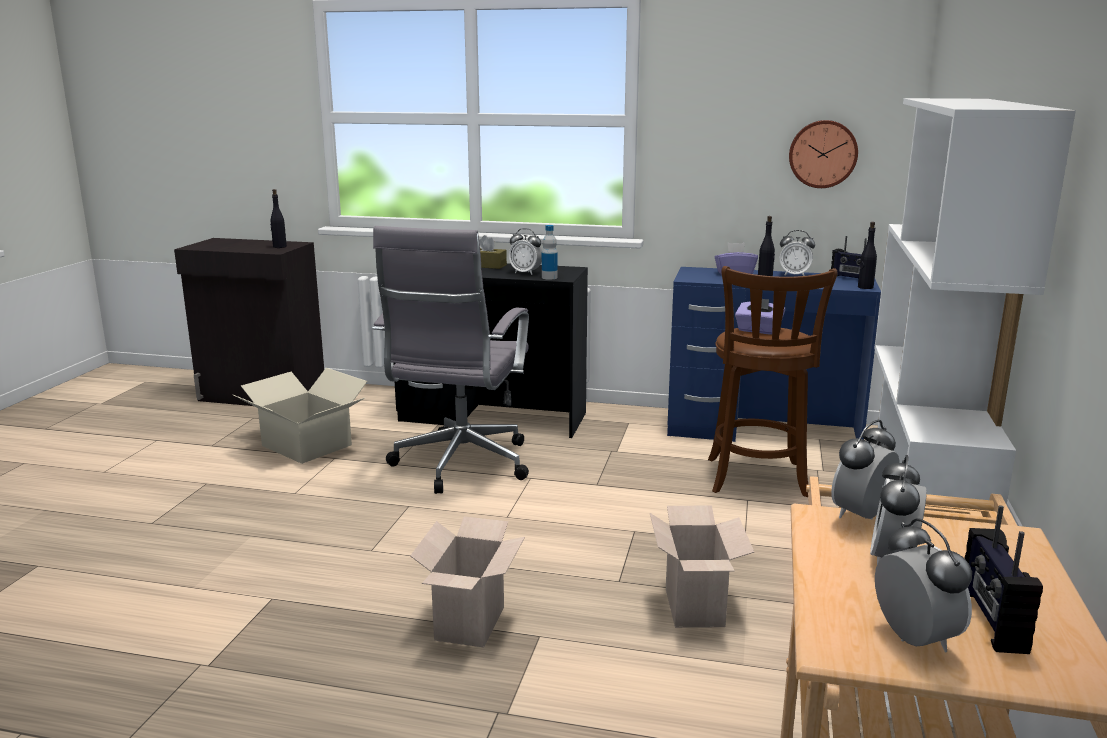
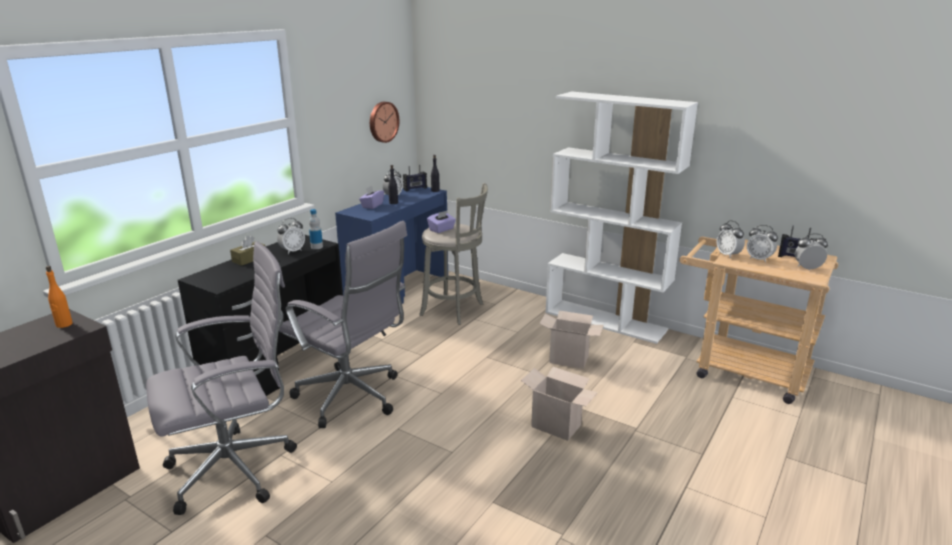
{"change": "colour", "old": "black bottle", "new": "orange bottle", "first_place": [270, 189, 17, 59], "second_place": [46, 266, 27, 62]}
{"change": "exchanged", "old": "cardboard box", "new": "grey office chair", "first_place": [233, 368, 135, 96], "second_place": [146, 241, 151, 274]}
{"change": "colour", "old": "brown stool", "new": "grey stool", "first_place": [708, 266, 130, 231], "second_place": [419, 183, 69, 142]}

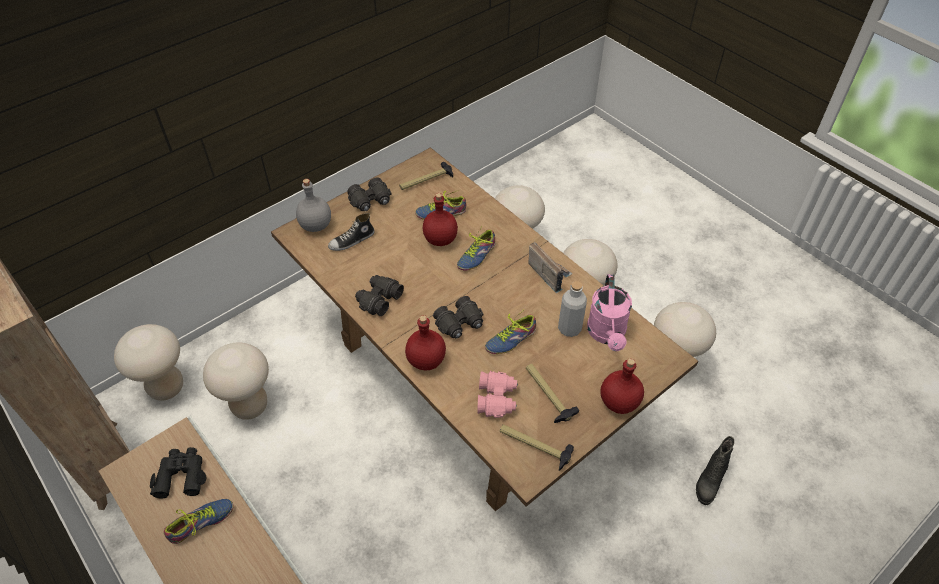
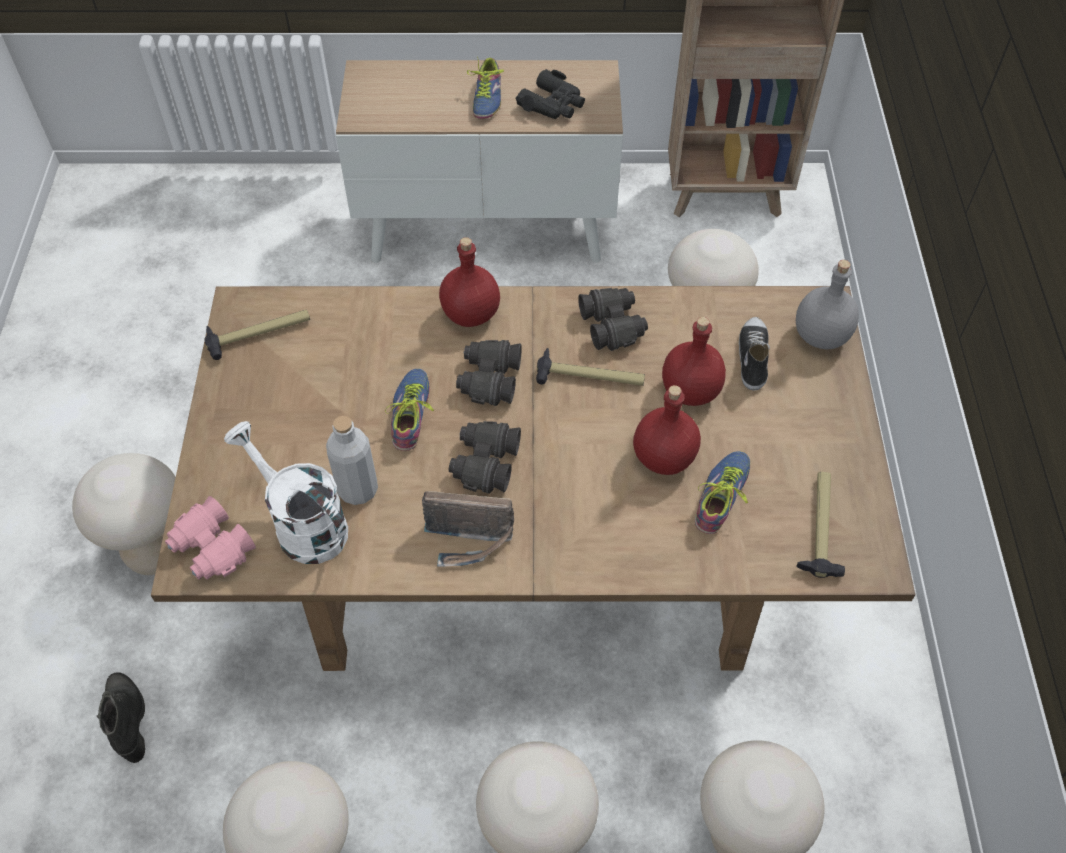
{"change": "relocated", "old": "beige stool", "first_place": [114, 324, 69, 77], "second_place": [72, 453, 104, 122]}
{"change": "relocated", "old": "pink binoculars", "first_place": [477, 371, 41, 47], "second_place": [165, 496, 91, 83]}
{"change": "colour", "old": "pink watering can", "new": "white watering can", "first_place": [587, 274, 45, 77], "second_place": [224, 421, 124, 143]}
{"change": "relocated", "old": "black binoculars", "first_place": [347, 177, 45, 34], "second_place": [449, 421, 72, 73]}
{"change": "relocated", "old": "hammer", "first_place": [526, 364, 53, 59], "second_place": [536, 348, 109, 38]}
{"change": "relocated", "old": "red bottle", "first_place": [600, 358, 44, 56], "second_place": [662, 317, 64, 89]}
{"change": "missing", "old": "shoe", "first_place": [457, 229, 38, 42]}

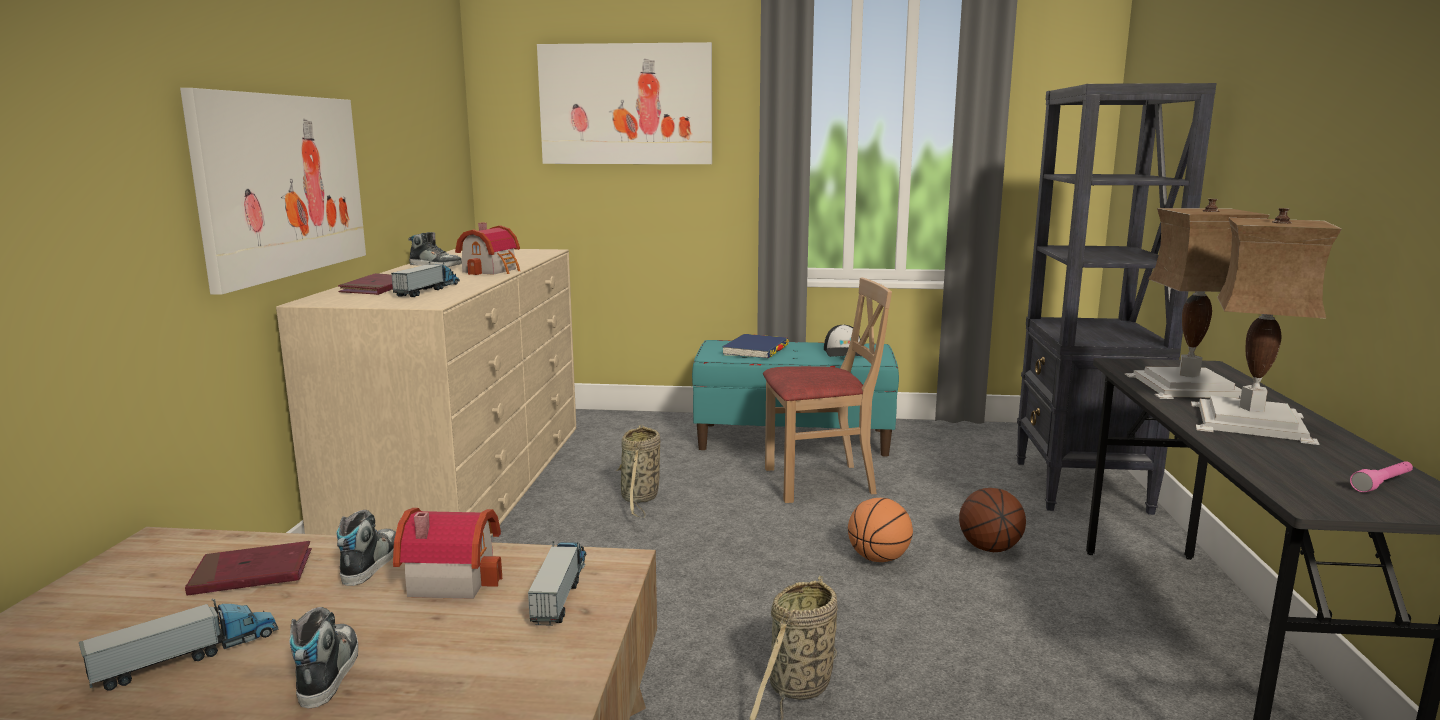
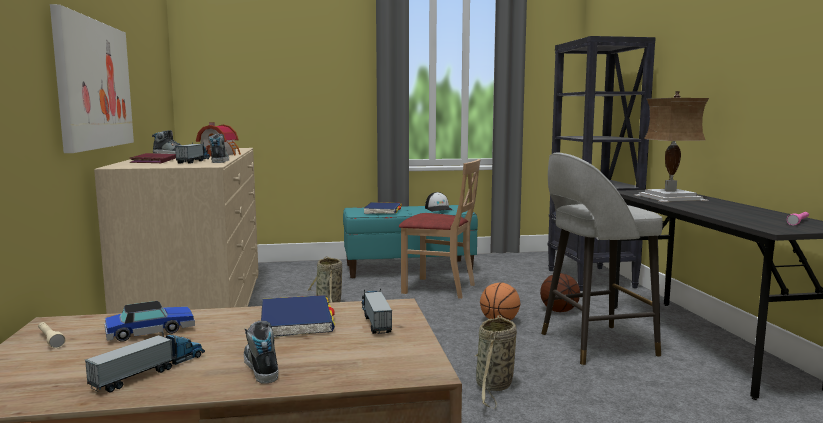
{"change": "appeared", "new": "beige flashlight", "second_place": [38, 322, 27, 26]}
{"change": "exchanged", "old": "red book", "new": "toy car", "first_place": [185, 541, 127, 55], "second_place": [104, 301, 91, 41]}
{"change": "relocated", "old": "shoe", "first_place": [336, 510, 60, 76], "second_place": [208, 134, 21, 29]}
{"change": "exchanged", "old": "toy house", "new": "blue book", "first_place": [393, 508, 109, 91], "second_place": [261, 295, 74, 43]}
{"change": "spun", "old": "beige chair", "first_place": [763, 277, 129, 226], "second_place": [399, 159, 81, 140], "degrees": 45}
{"change": "appeared", "new": "grey stool", "second_place": [541, 153, 122, 212]}
{"change": "missing", "old": "picture", "first_place": [537, 42, 175, 122]}
{"change": "missing", "old": "table lamp", "first_place": [1191, 208, 151, 237]}

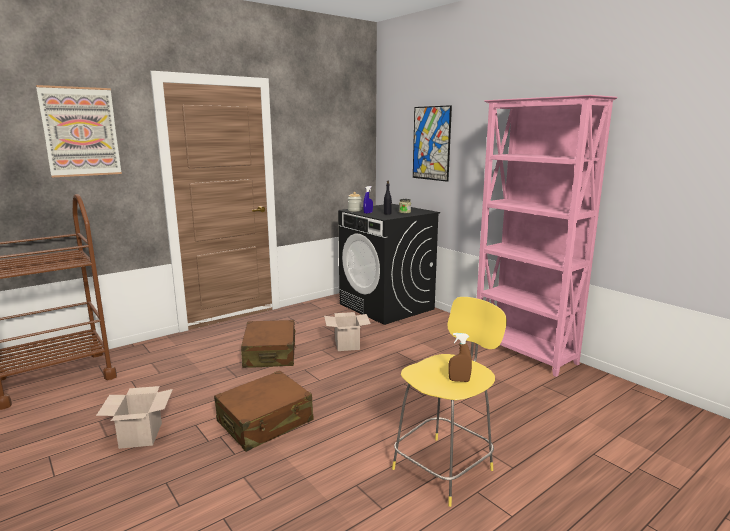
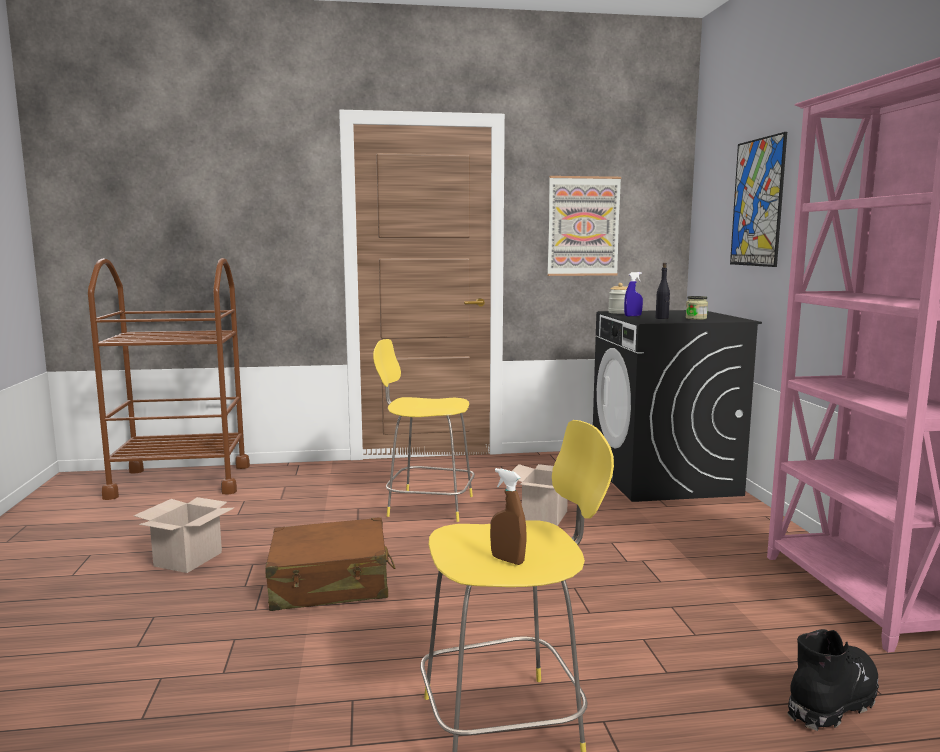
{"change": "exchanged", "old": "brown suitcase", "new": "yellow stool", "first_place": [241, 320, 55, 48], "second_place": [373, 339, 102, 183]}
{"change": "relocated", "old": "picture", "first_place": [36, 85, 86, 93], "second_place": [547, 176, 74, 100]}
{"change": "appeared", "new": "black boot", "second_place": [787, 629, 92, 102]}

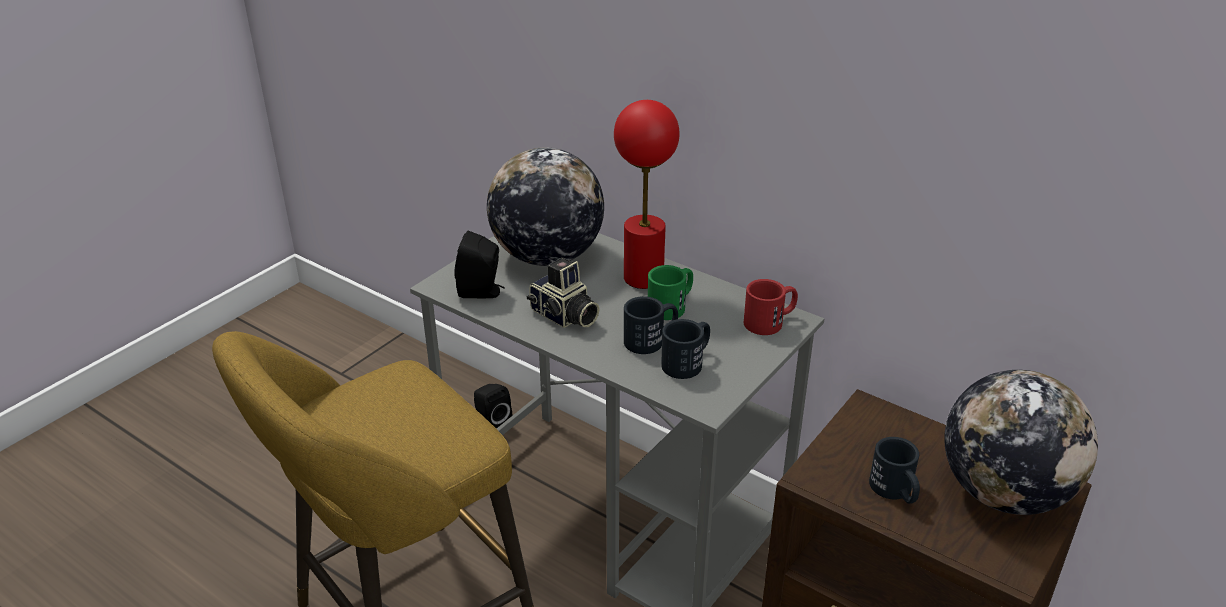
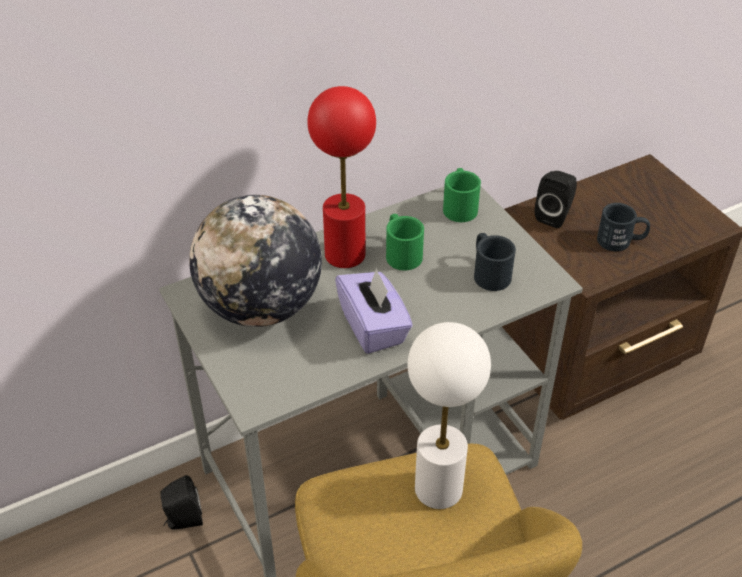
{"change": "exchanged", "old": "photo camera", "new": "purple tissue box", "first_place": [527, 257, 72, 71], "second_place": [335, 268, 78, 86]}
{"change": "appeared", "new": "white table lamp", "second_place": [408, 322, 83, 187]}
{"change": "colour", "old": "red mug", "new": "green mug", "first_place": [744, 279, 54, 56], "second_place": [443, 168, 38, 54]}
{"change": "relocated", "old": "black speaker", "first_place": [454, 231, 51, 67], "second_place": [535, 171, 42, 57]}
{"change": "missing", "old": "black mug", "first_place": [624, 296, 54, 58]}
{"change": "missing", "old": "globe", "first_place": [944, 370, 154, 145]}

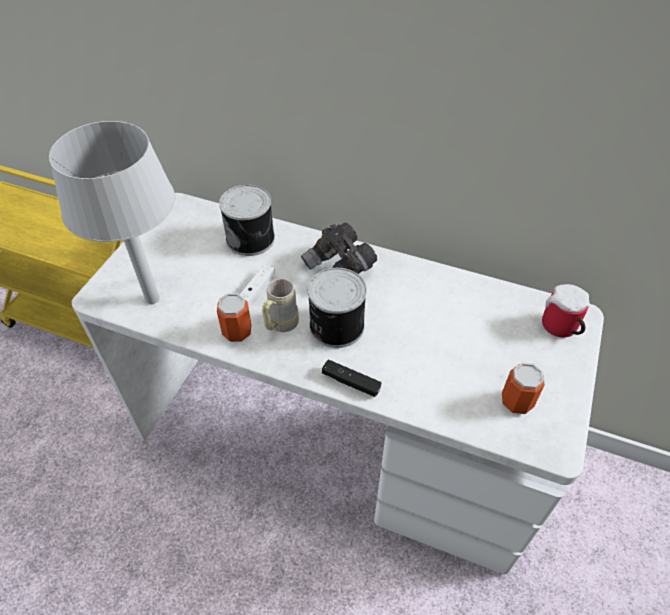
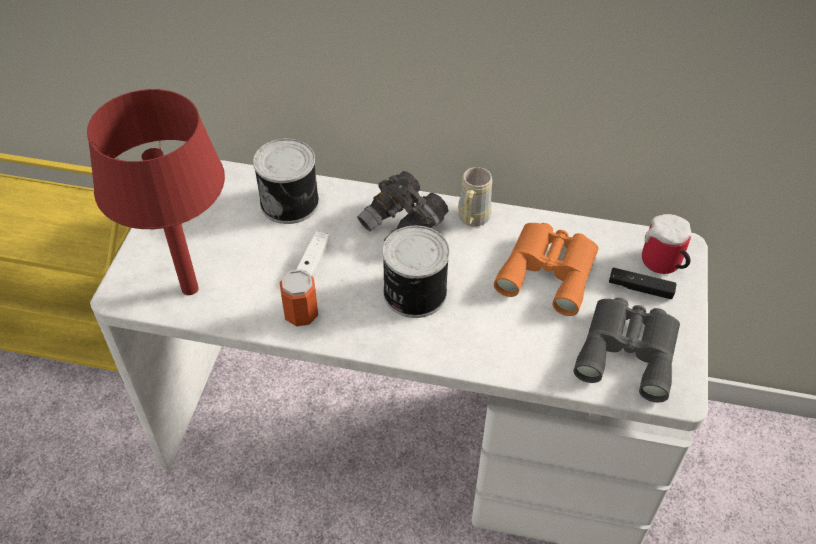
{"change": "colour", "old": "grey table lamp", "new": "red table lamp", "first_place": [49, 121, 126, 183], "second_place": [87, 89, 138, 206]}
{"change": "relocated", "old": "beige mug", "first_place": [262, 278, 37, 54], "second_place": [458, 167, 34, 60]}
{"change": "appeared", "new": "orange binoculars", "second_place": [494, 223, 104, 93]}
{"change": "exchanged", "old": "can", "new": "grey binoculars", "first_place": [502, 363, 43, 51], "second_place": [574, 298, 106, 104]}
{"change": "relocated", "old": "black game controller", "first_place": [322, 359, 59, 38], "second_place": [609, 268, 68, 31]}

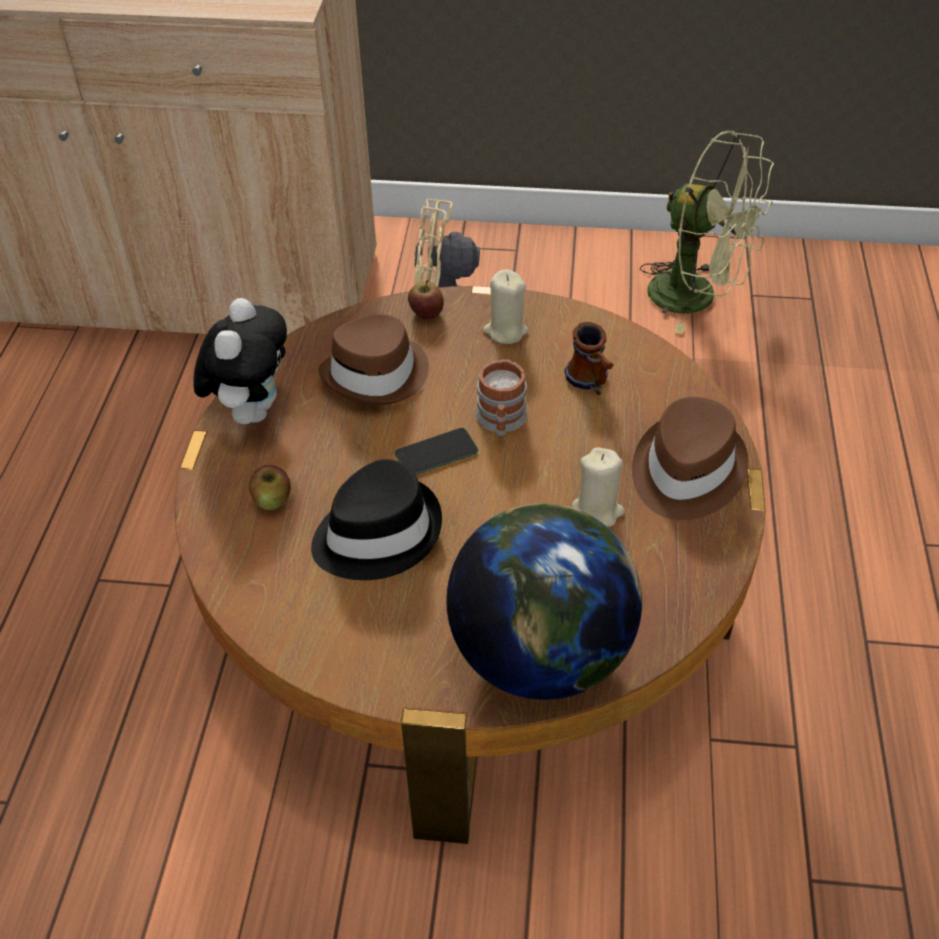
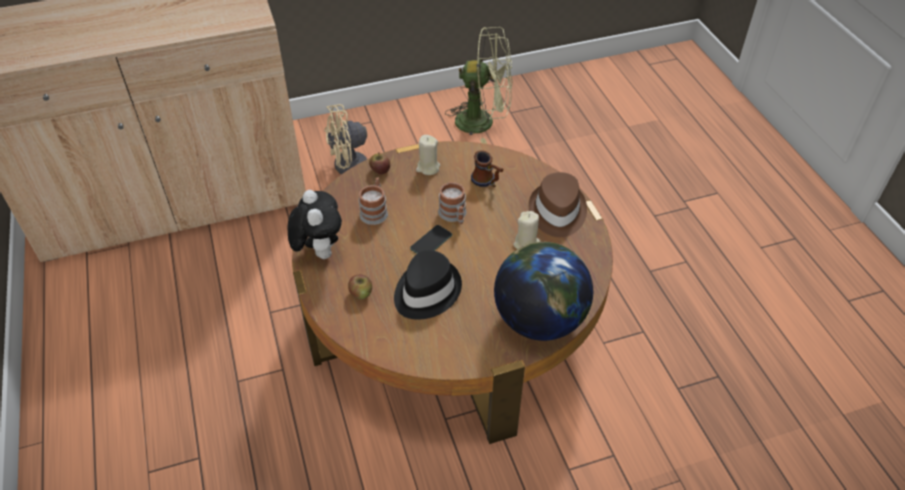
{"change": "exchanged", "old": "brown hat", "new": "mug", "first_place": [318, 314, 111, 91], "second_place": [359, 177, 29, 48]}

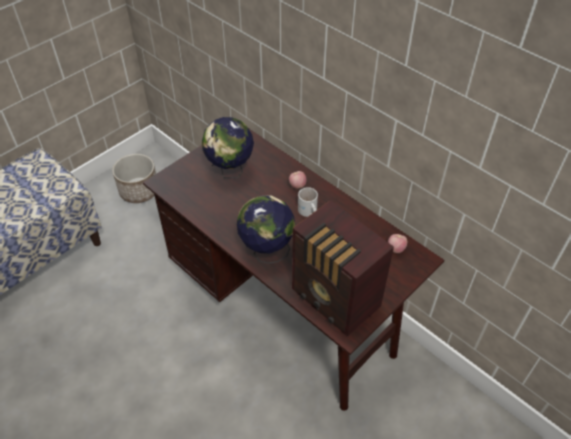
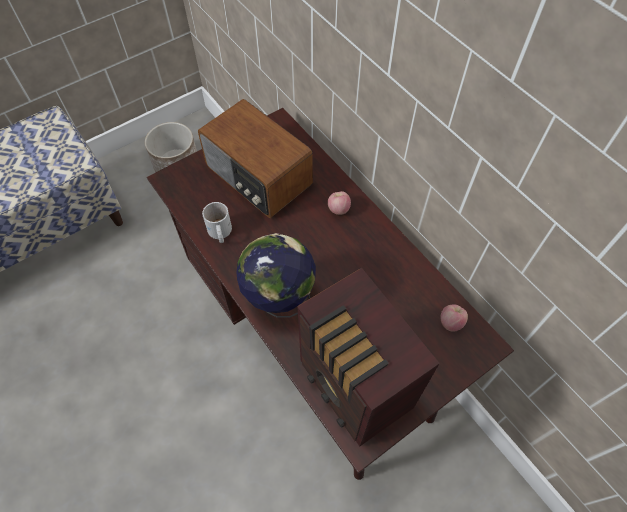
{"change": "exchanged", "old": "globe", "new": "radio", "first_place": [202, 117, 52, 61], "second_place": [198, 99, 115, 119]}
{"change": "relocated", "old": "white mug", "first_place": [298, 187, 20, 30], "second_place": [202, 202, 30, 41]}

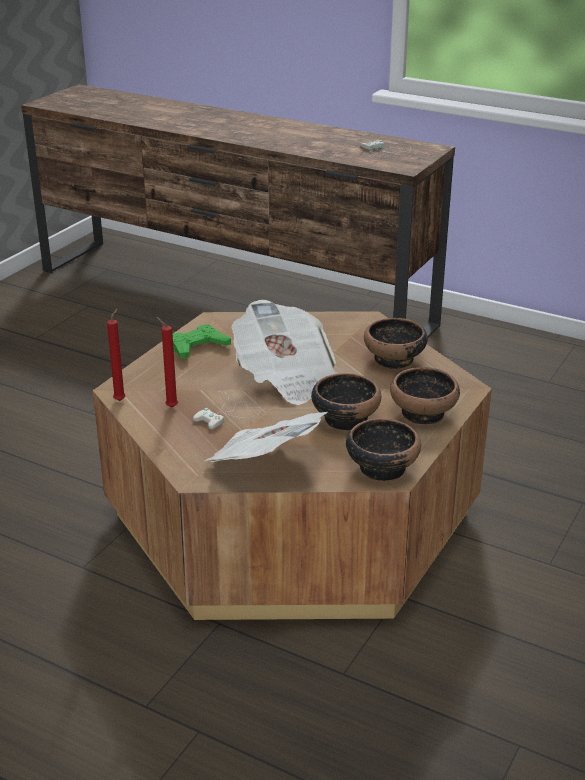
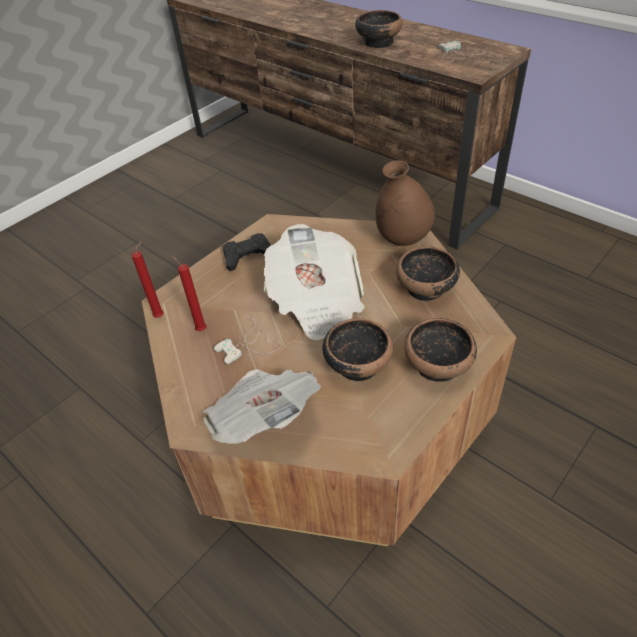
{"change": "colour", "old": "green game controller", "new": "black game controller", "first_place": [173, 325, 58, 33], "second_place": [223, 234, 48, 37]}
{"change": "relocated", "old": "bowl", "first_place": [346, 418, 75, 63], "second_place": [355, 10, 48, 38]}
{"change": "appeared", "new": "brown vase", "second_place": [376, 160, 59, 86]}

